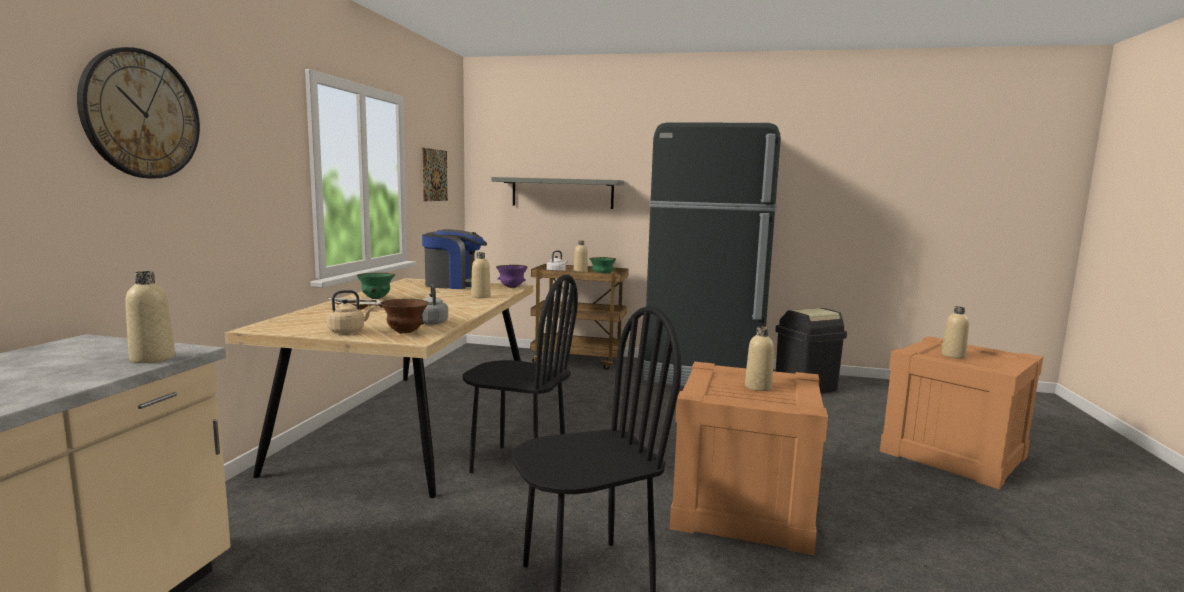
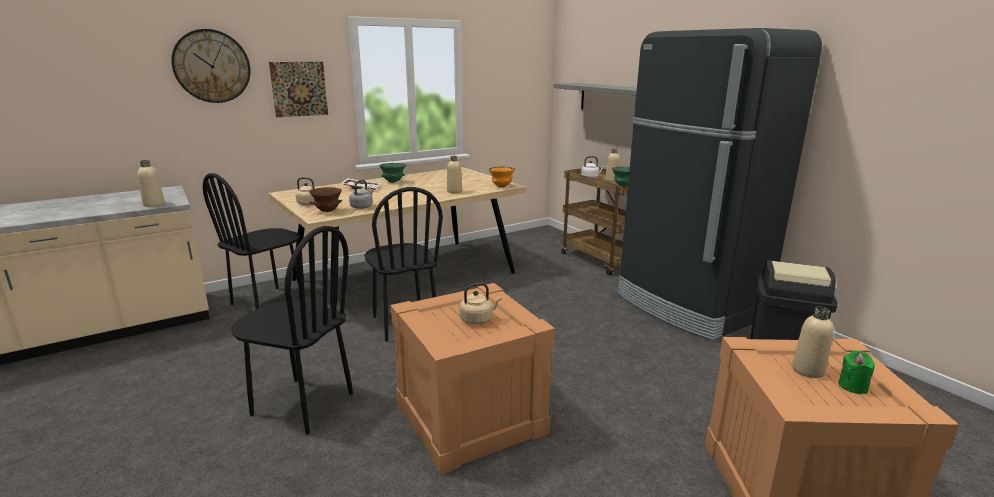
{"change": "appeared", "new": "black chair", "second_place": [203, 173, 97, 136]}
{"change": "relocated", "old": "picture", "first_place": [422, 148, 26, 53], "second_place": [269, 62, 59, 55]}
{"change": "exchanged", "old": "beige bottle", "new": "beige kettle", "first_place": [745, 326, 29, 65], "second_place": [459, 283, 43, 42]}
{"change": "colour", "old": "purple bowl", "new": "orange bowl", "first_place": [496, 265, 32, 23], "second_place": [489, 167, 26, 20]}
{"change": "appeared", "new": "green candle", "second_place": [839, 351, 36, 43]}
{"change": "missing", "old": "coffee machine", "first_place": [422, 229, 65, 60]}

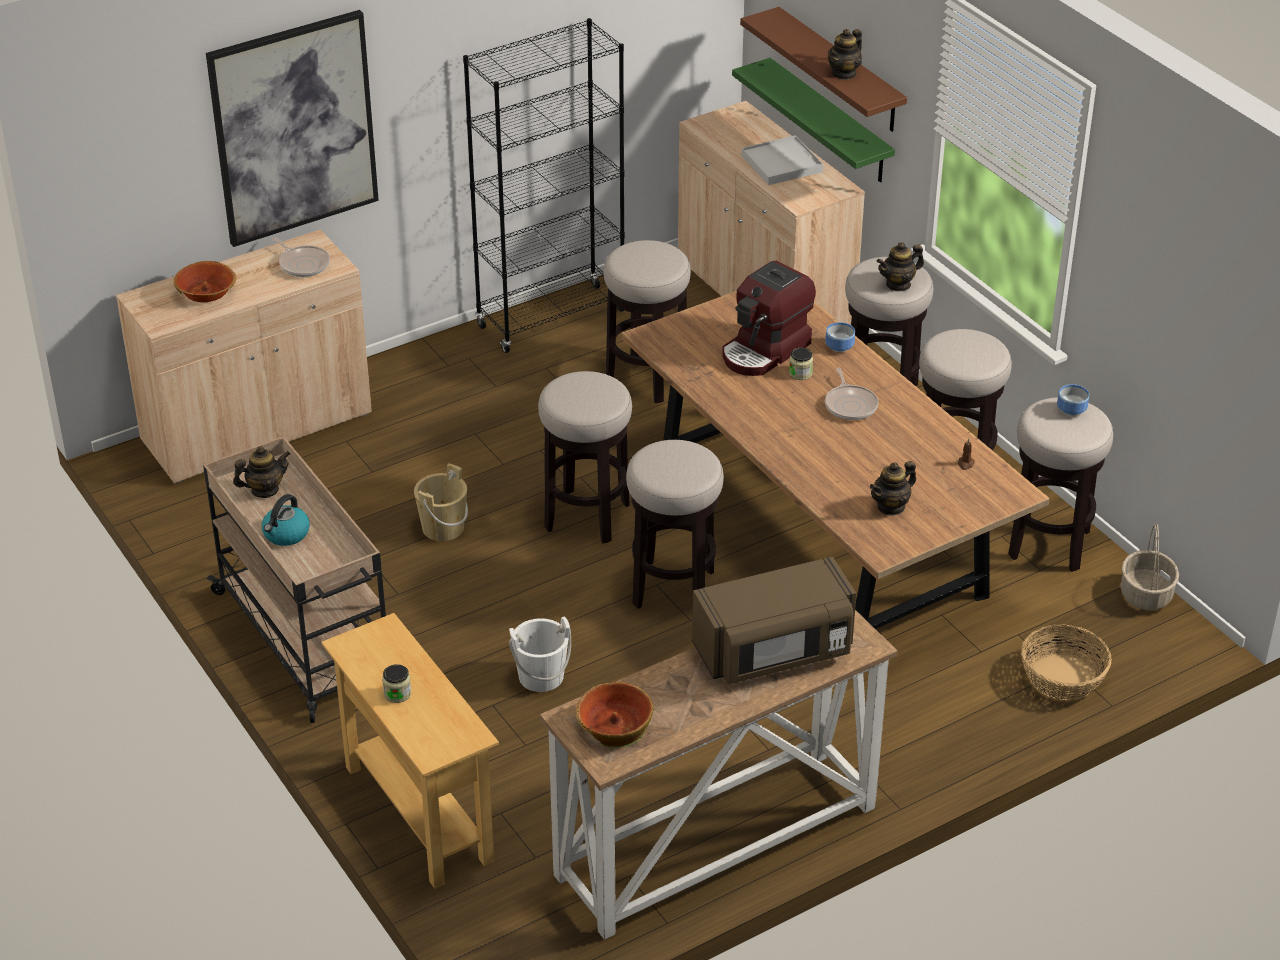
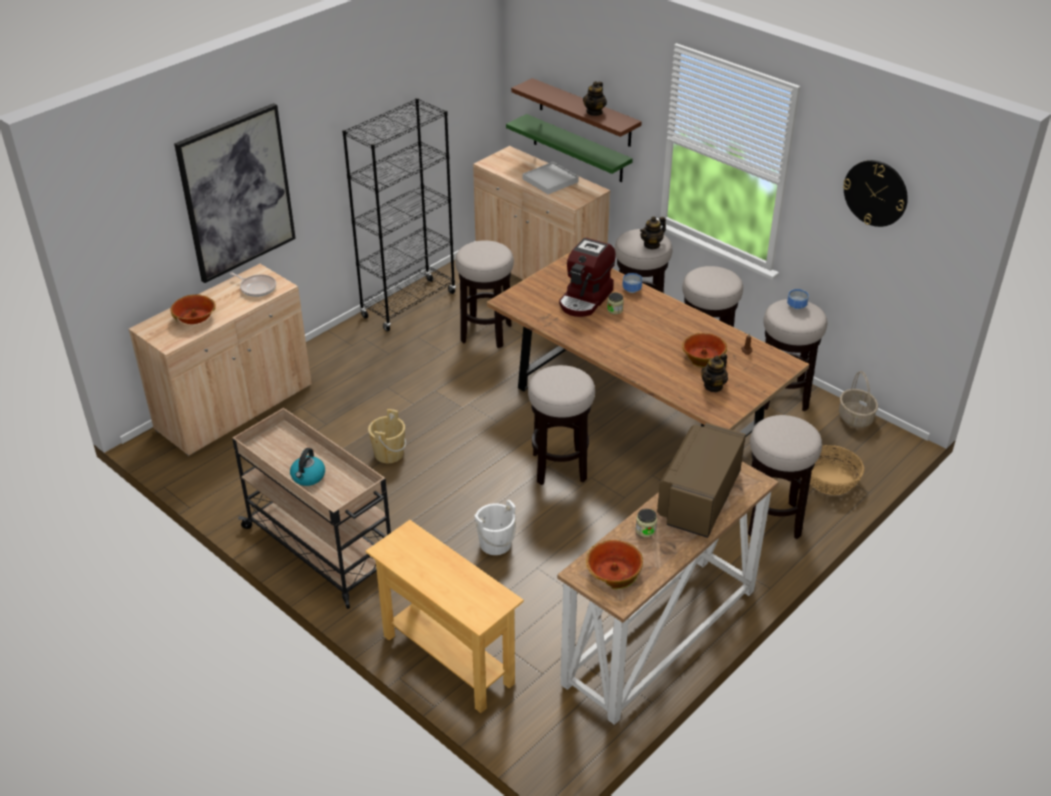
{"change": "relocated", "old": "jar", "first_place": [382, 664, 29, 39], "second_place": [636, 509, 21, 28]}
{"change": "spun", "old": "brown microwave", "first_place": [692, 557, 164, 127], "second_place": [657, 423, 89, 115], "degrees": 150}
{"change": "appeared", "new": "bowl", "second_place": [682, 333, 45, 34]}
{"change": "relocated", "old": "stool", "first_place": [538, 371, 94, 173], "second_place": [748, 415, 74, 124]}
{"change": "appeared", "new": "wall clock", "second_place": [843, 160, 65, 67]}
{"change": "missing", "old": "teapot", "first_place": [233, 446, 57, 52]}
{"change": "missing", "old": "frying pan", "first_place": [825, 368, 53, 52]}

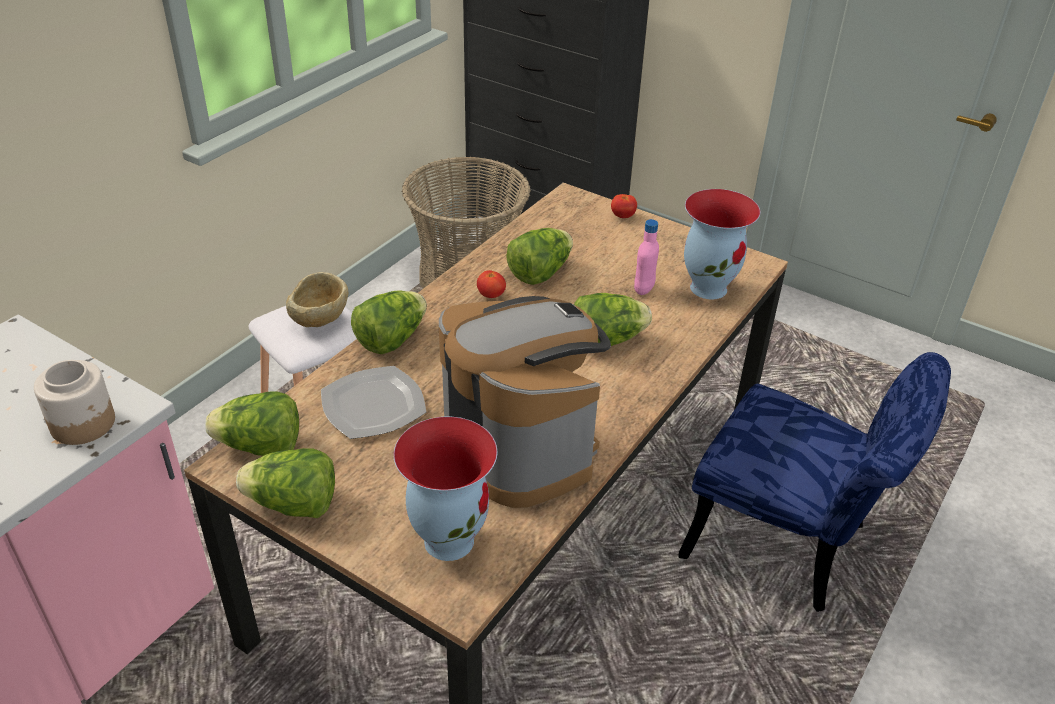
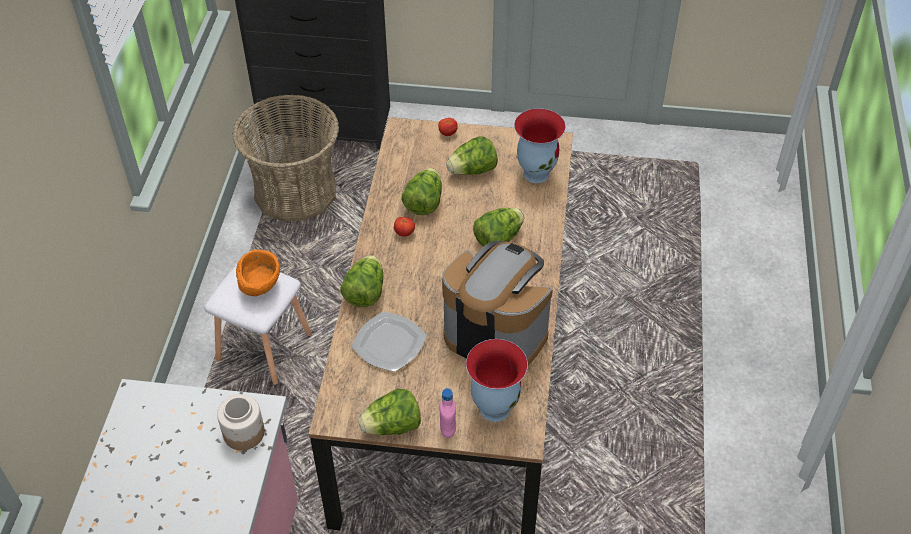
{"change": "colour", "old": "beige bowl", "new": "orange bowl", "first_place": [286, 272, 62, 55], "second_place": [236, 250, 44, 46]}
{"change": "relocated", "old": "pink bottle", "first_place": [634, 219, 25, 76], "second_place": [440, 388, 16, 50]}
{"change": "relocated", "old": "lettuce", "first_place": [205, 391, 94, 65], "second_place": [446, 136, 52, 39]}
{"change": "missing", "old": "blue chair", "first_place": [678, 352, 273, 260]}

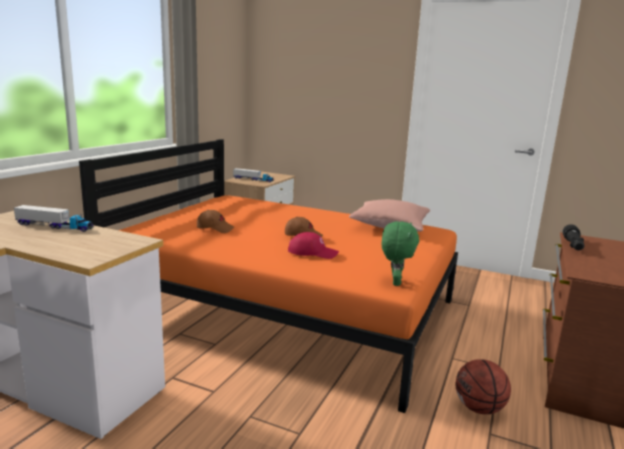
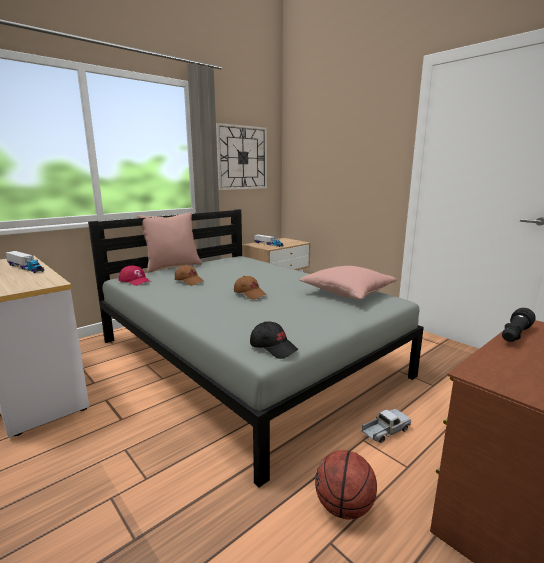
{"change": "colour", "old": "orange bed", "new": "grey bed", "first_place": [79, 139, 379, 274], "second_place": [88, 209, 336, 279]}
{"change": "relocated", "old": "red cap", "first_place": [288, 232, 51, 27], "second_place": [119, 265, 32, 21]}
{"change": "appeared", "new": "pink pillow", "second_place": [137, 212, 65, 61]}
{"change": "appeared", "new": "wall clock", "second_place": [216, 123, 51, 67]}
{"change": "exchanged", "old": "green plush toy", "new": "black cap", "first_place": [382, 221, 37, 65], "second_place": [250, 321, 48, 38]}
{"change": "appeared", "new": "toy truck", "second_place": [362, 409, 49, 34]}

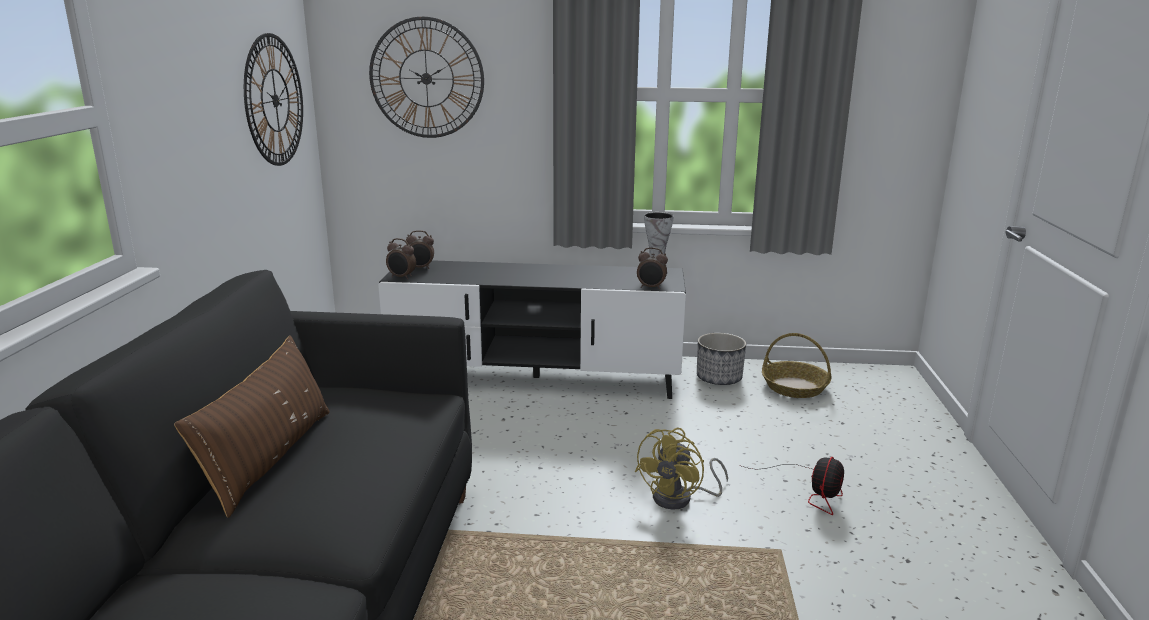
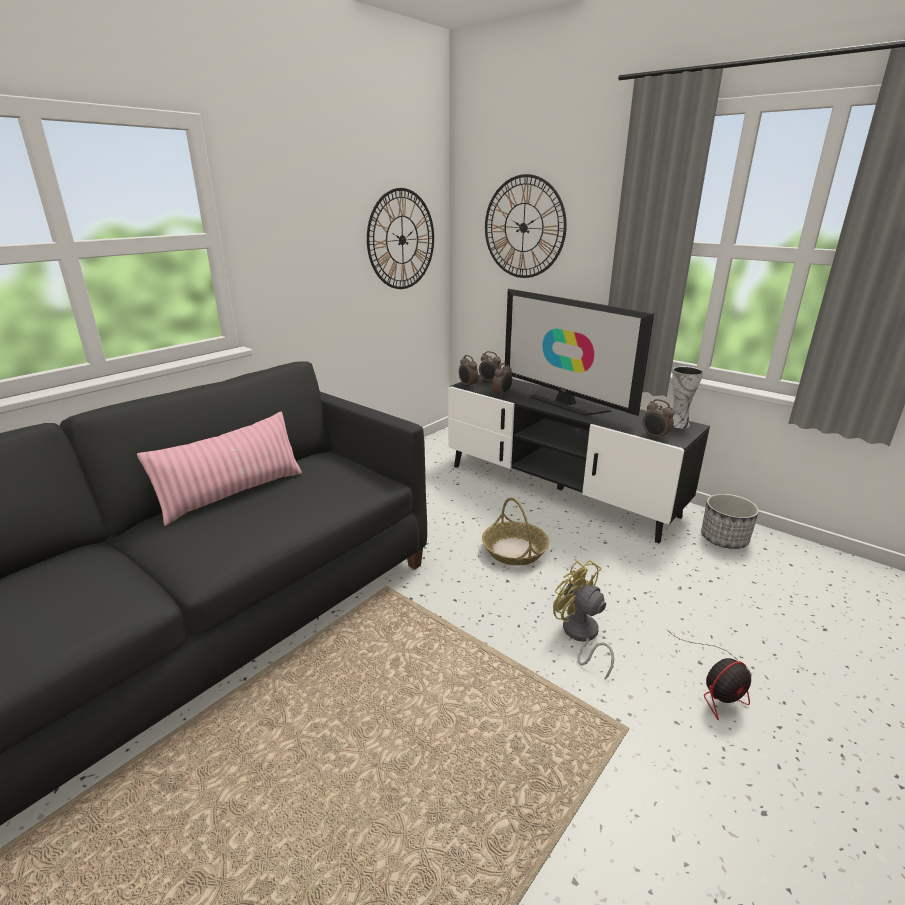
{"change": "colour", "old": "brown pillow", "new": "pink pillow", "first_place": [174, 336, 156, 182], "second_place": [137, 412, 165, 114]}
{"change": "relocated", "old": "basket", "first_place": [762, 333, 70, 65], "second_place": [482, 497, 67, 69]}
{"change": "appeared", "new": "alarm clock", "second_place": [492, 362, 20, 35]}
{"change": "appeared", "new": "television", "second_place": [505, 289, 149, 127]}
{"change": "spun", "old": "yellow fan", "first_place": [635, 428, 93, 82], "second_place": [553, 560, 61, 120], "degrees": 75}

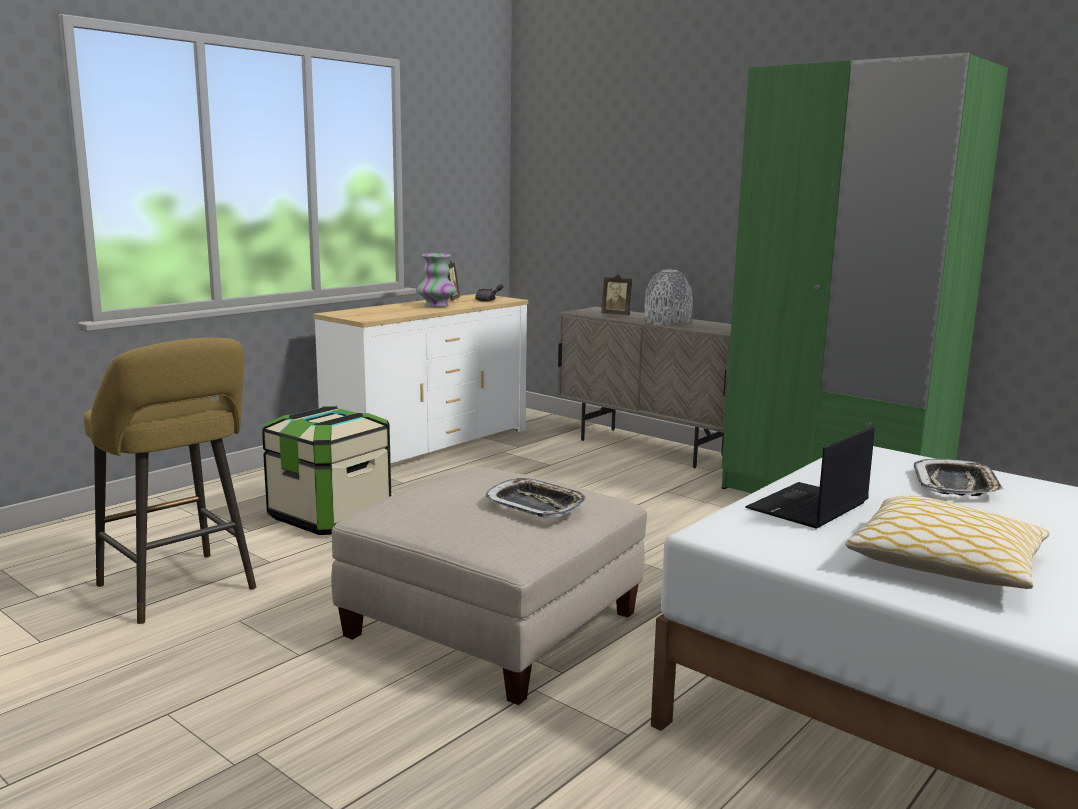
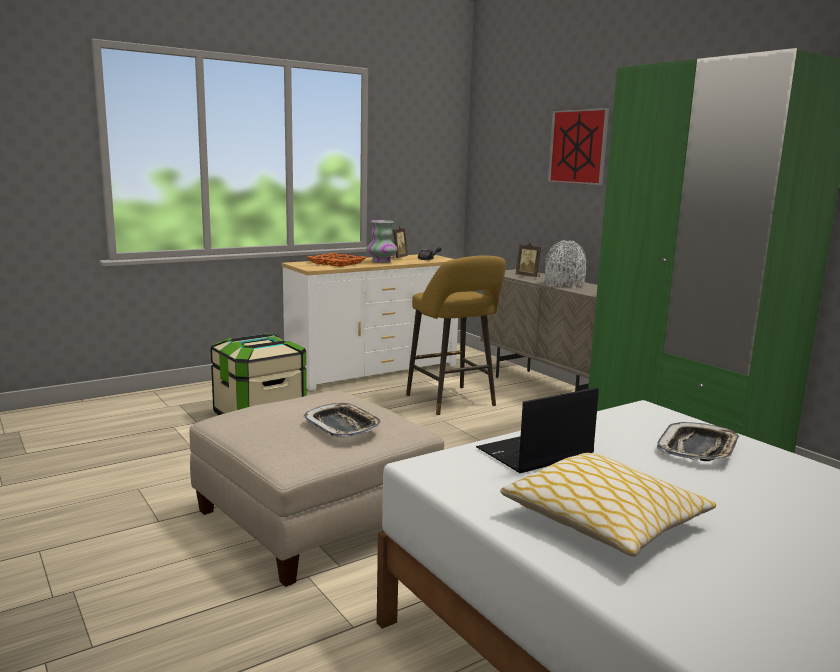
{"change": "appeared", "new": "orange tray", "second_place": [307, 253, 60, 14]}
{"change": "relocated", "old": "yellow stool", "first_place": [84, 338, 172, 286], "second_place": [406, 255, 100, 160]}
{"change": "appeared", "new": "picture", "second_place": [548, 108, 61, 77]}

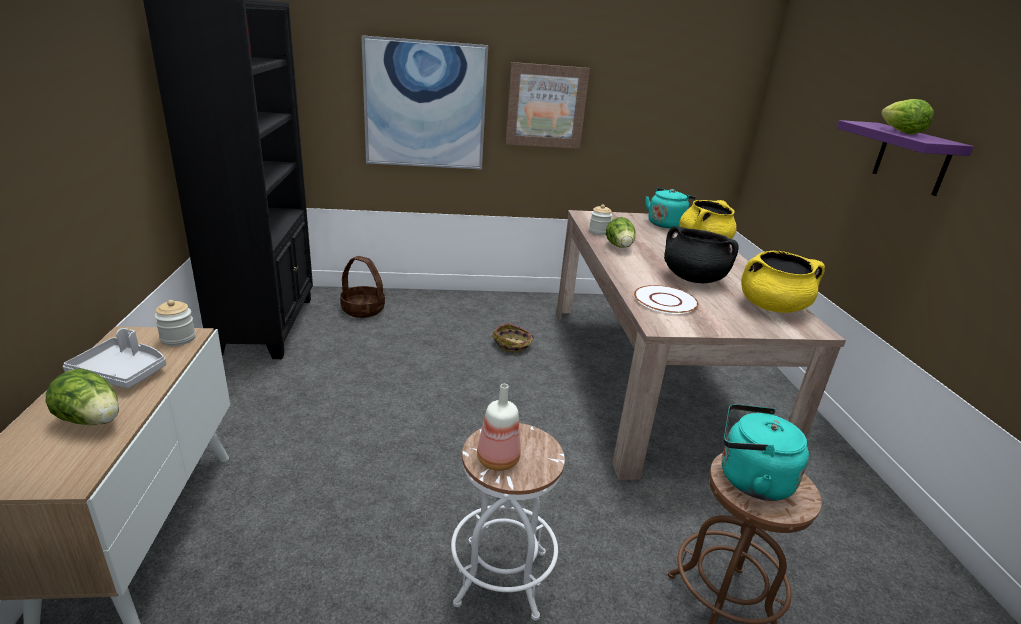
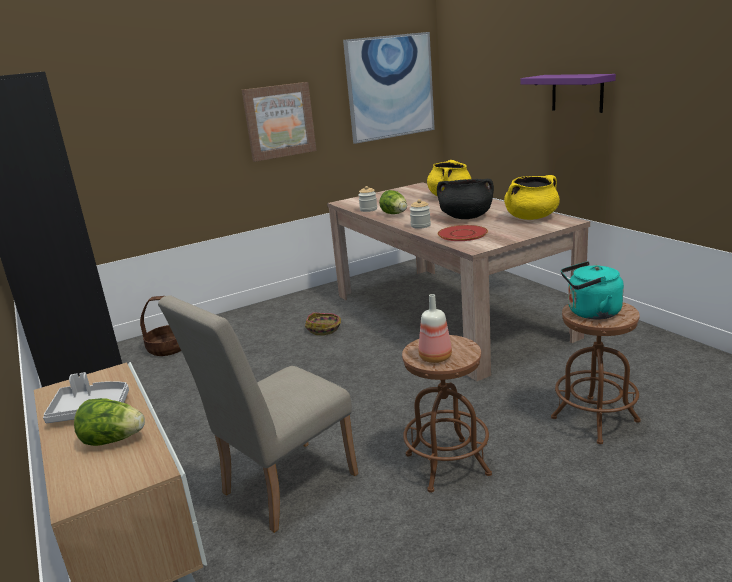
{"change": "appeared", "new": "beige chair", "second_place": [158, 295, 200, 238]}
{"change": "relocated", "old": "picture", "first_place": [361, 35, 127, 134], "second_place": [343, 32, 92, 112]}
{"change": "colour", "old": "white stool", "new": "brown stool", "first_place": [451, 423, 114, 197], "second_place": [402, 335, 90, 158]}
{"change": "relocated", "old": "jar", "first_place": [154, 300, 42, 46], "second_place": [410, 199, 21, 30]}
{"change": "colour", "old": "white plate", "new": "red plate", "first_place": [634, 285, 65, 29], "second_place": [438, 225, 50, 16]}
{"change": "missing", "old": "turquoise kettle", "first_place": [645, 188, 51, 40]}
{"change": "missing", "old": "lettuce", "first_place": [881, 99, 53, 36]}

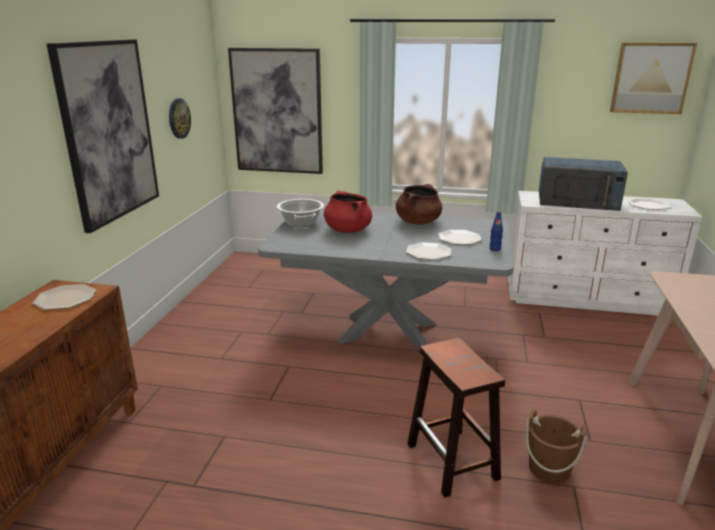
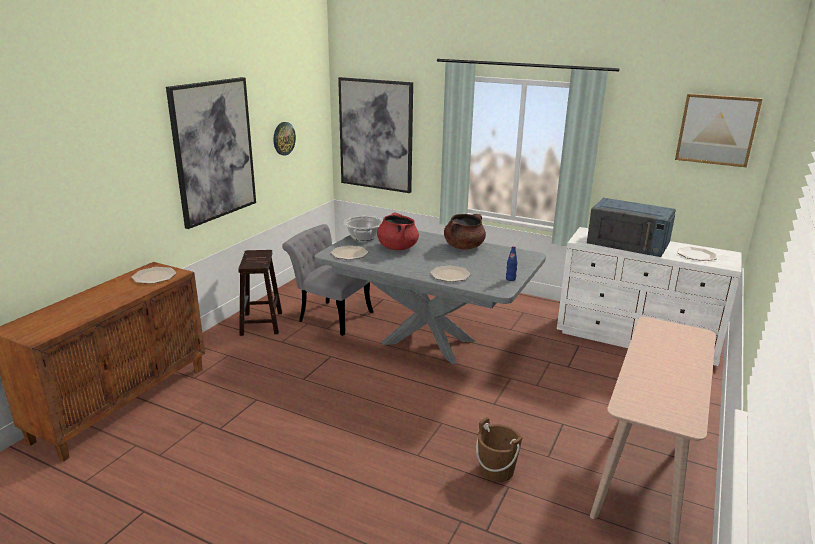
{"change": "relocated", "old": "brown stool", "first_place": [407, 338, 98, 160], "second_place": [238, 250, 44, 86]}
{"change": "appeared", "new": "grey chair", "second_place": [282, 224, 92, 112]}
{"change": "relocated", "old": "plate", "first_place": [439, 230, 43, 15], "second_place": [331, 246, 37, 14]}

